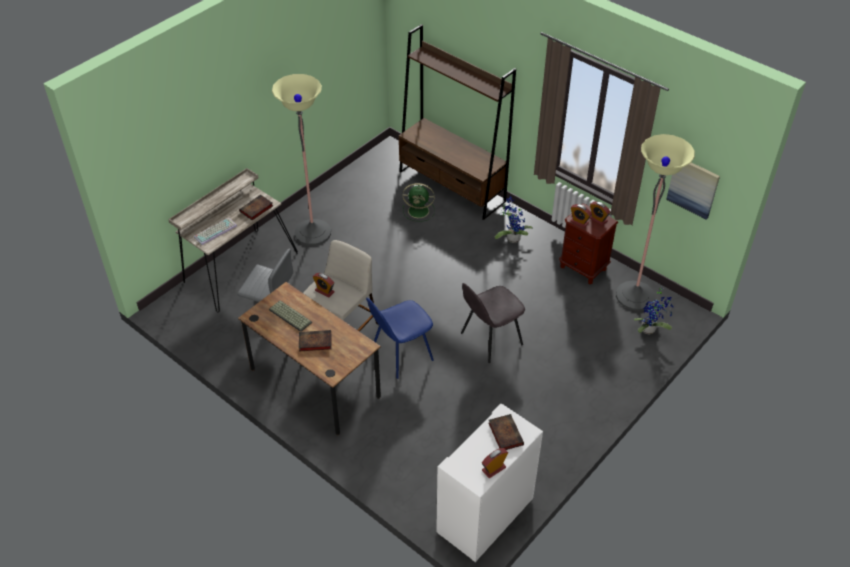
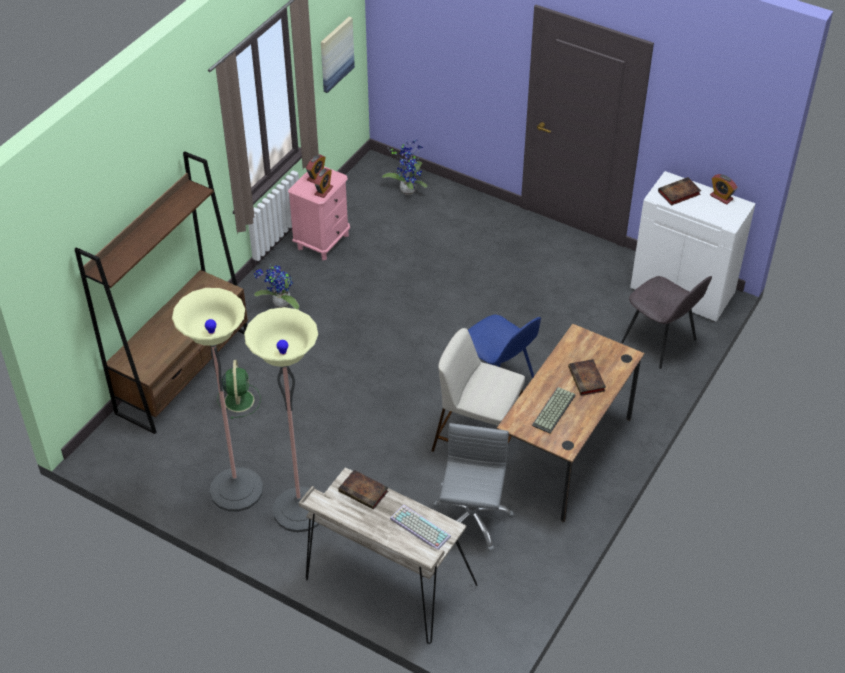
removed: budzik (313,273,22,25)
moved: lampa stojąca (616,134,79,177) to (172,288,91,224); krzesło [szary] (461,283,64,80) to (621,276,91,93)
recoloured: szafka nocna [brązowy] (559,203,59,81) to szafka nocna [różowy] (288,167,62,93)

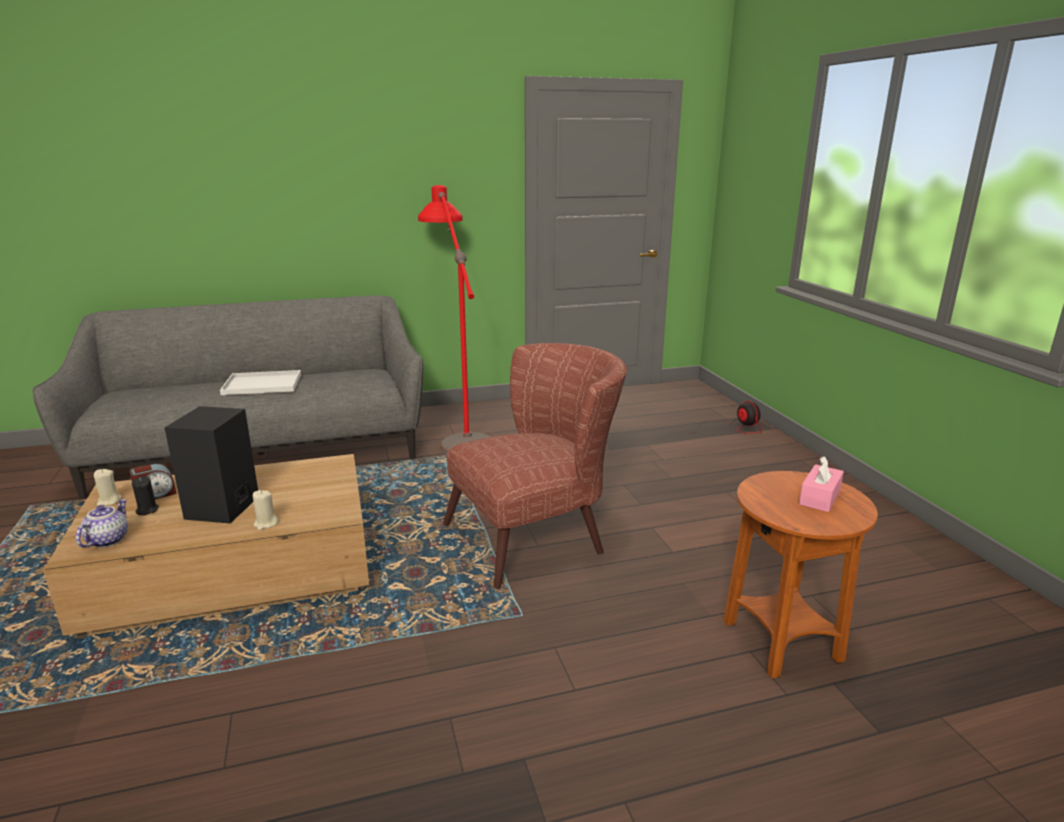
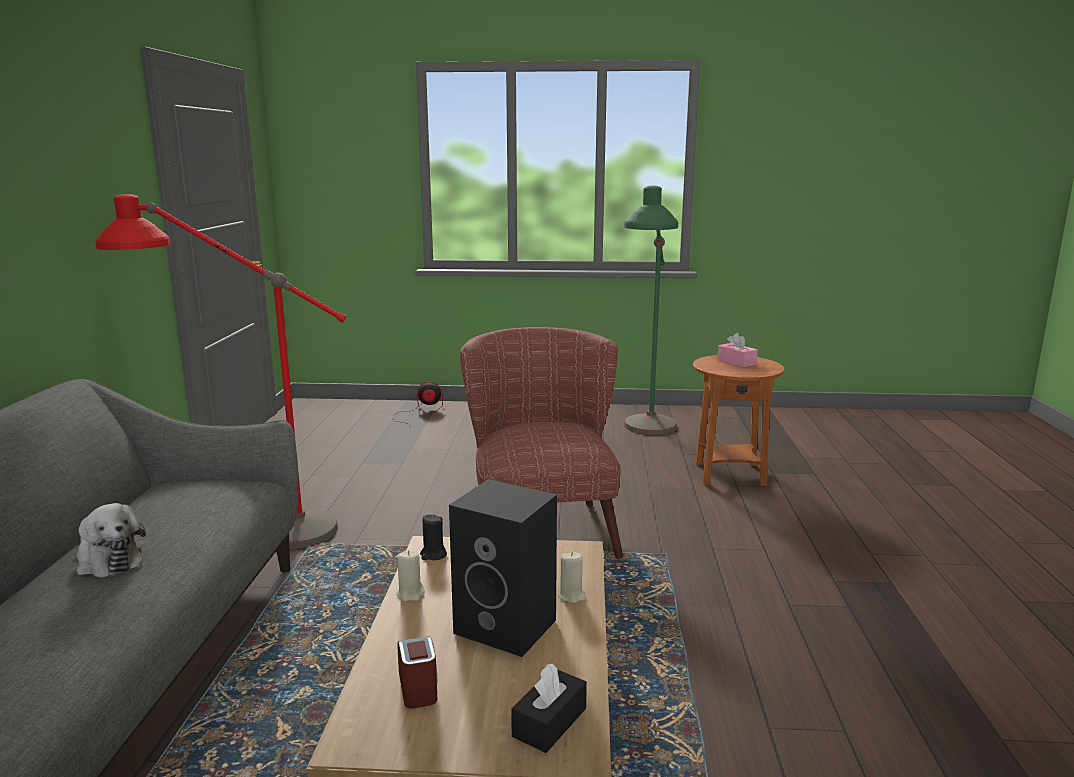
added: lampa stojąca [zielony] (624,186,54,249)
moved: świeca [beżowy] (94,469,28,37) to (396,550,29,51); świeca [czarny] (132,476,27,39) to (420,514,27,46)
replaced: taca [biały] (220,370,81,25) to pluszak (77,503,69,75); imbryk (76,499,52,49) to pudełko chusteczek [czarny] (511,663,76,90)

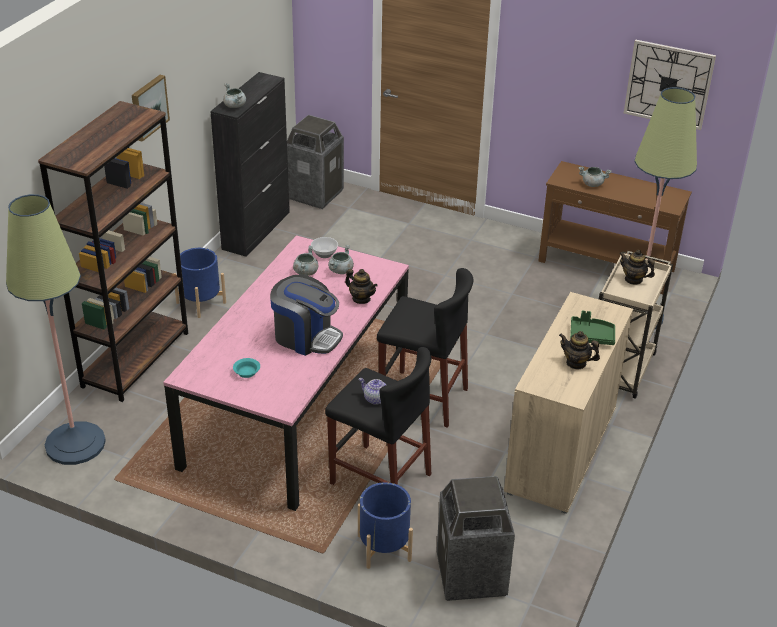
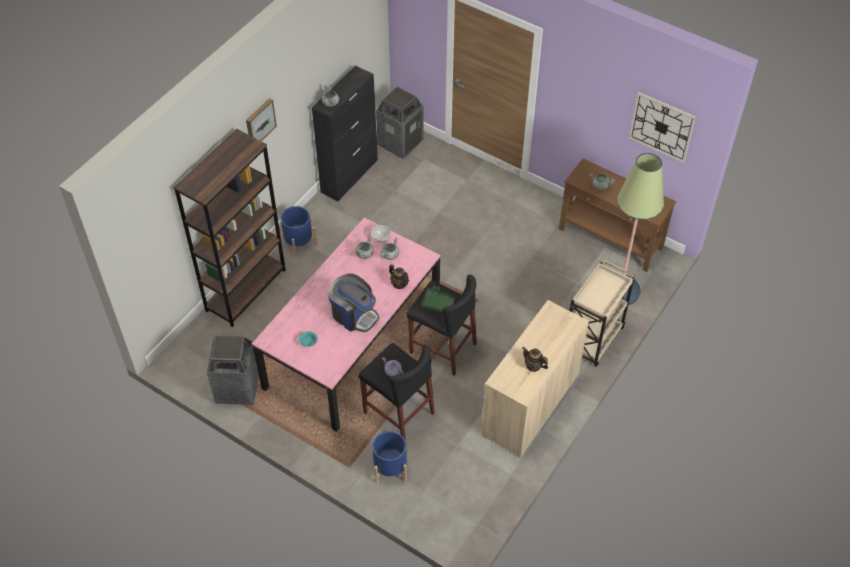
removed: lampa stojąca (6,194,100,271); imbryk (619,250,36,35)
moved: taca [zielony] (570,311,45,34) to (421,286,34,27); kosz na śmieci (437,476,78,125) to (207,335,52,70)

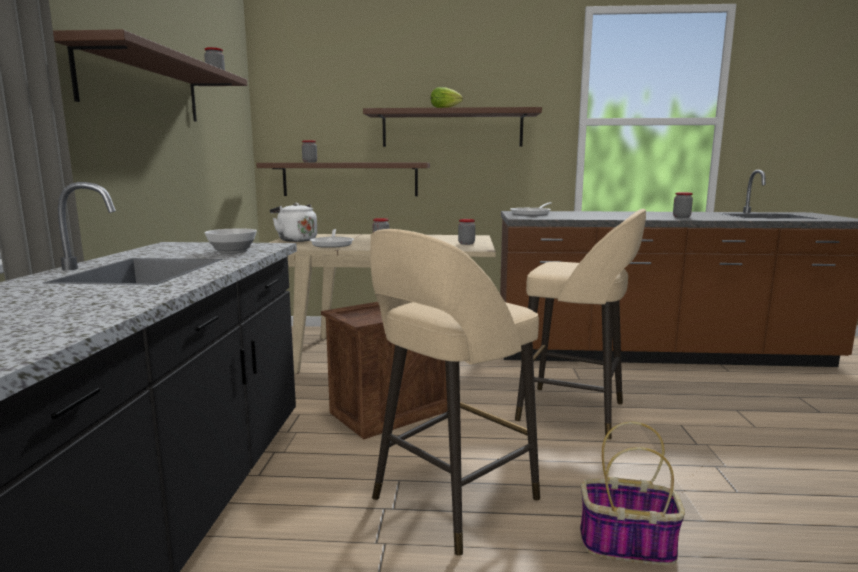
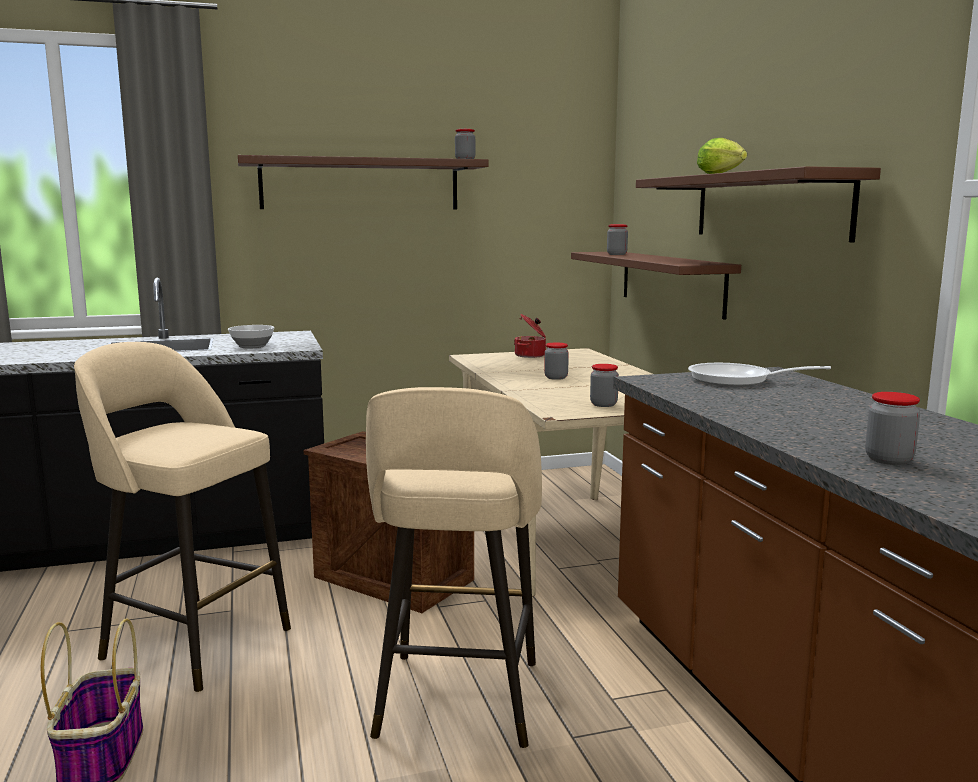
removed: patelnia (310,229,44,19)
replaced: czajnik [biały] (270,203,47,39) to garnek (514,314,32,44)

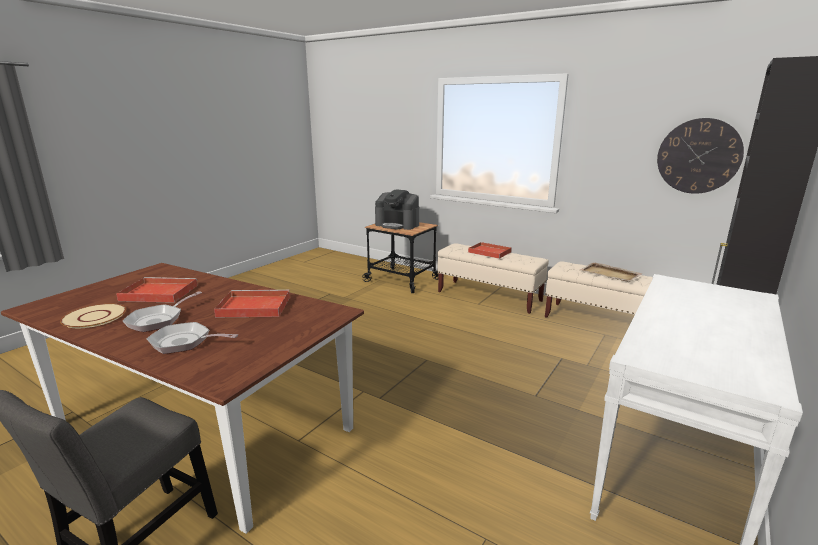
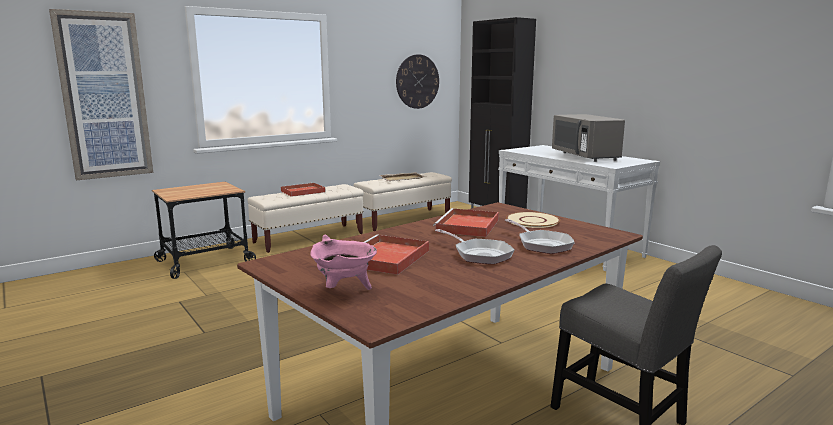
removed: ekspres do kawy (375,190,44,40)
added: obraz (49,9,104,171); mikrofalówka [szary] (552,114,73,48); garnek [różowy] (310,235,67,55)
moved: talerz [beżowy] (60,304,66,24) to (506,212,54,16)
turned: patelnia (147,322,91,32) = (505,219,70,35) 60 degrees counterclockwise

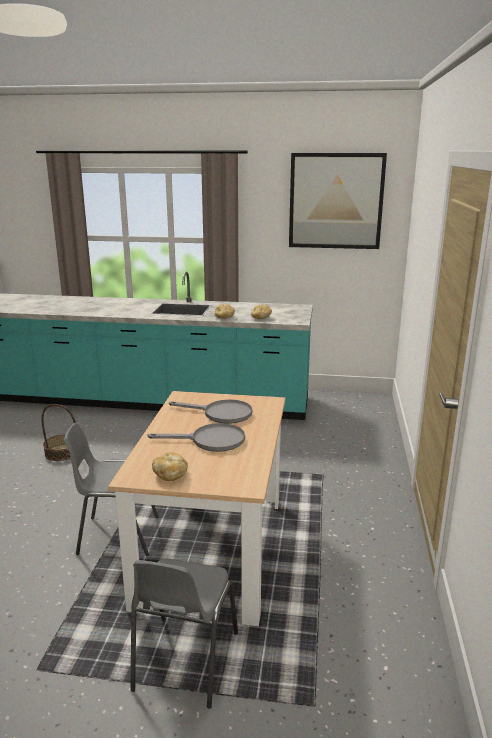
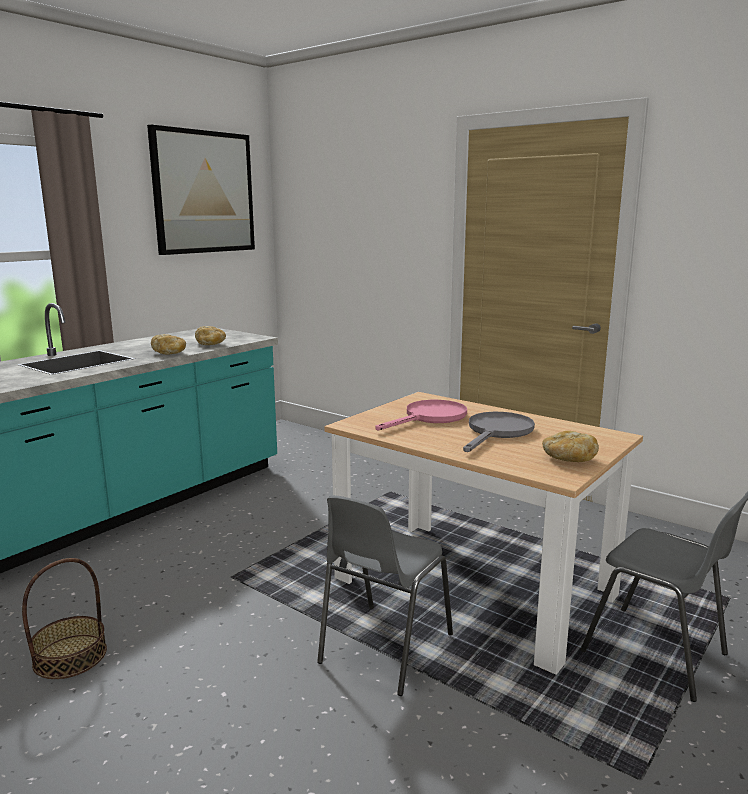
recoloured: patelnia [szary] (169,399,84,25) to patelnia [różowy] (375,400,92,31)

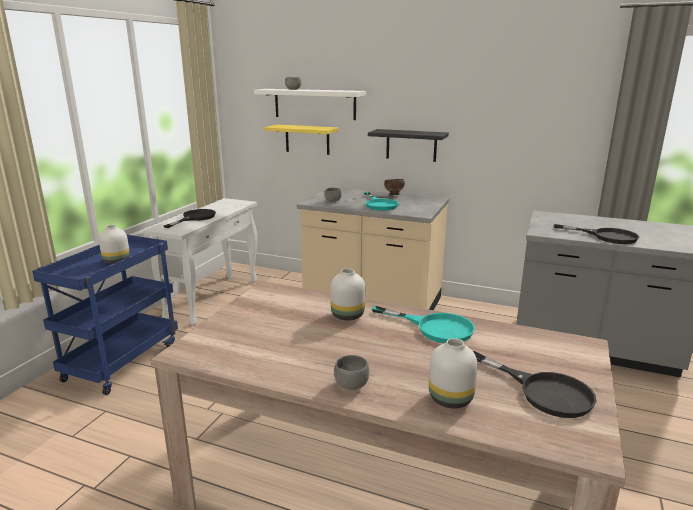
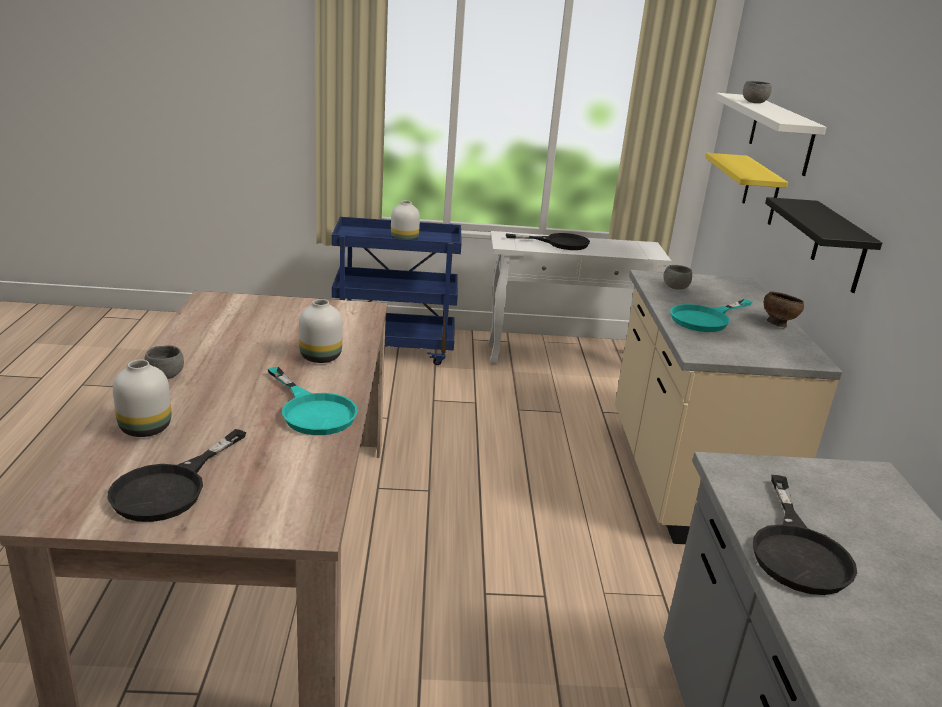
turned: patelnia [turkusowy] (372,306,103,37) = (268,367,90,68) 45 degrees counterclockwise

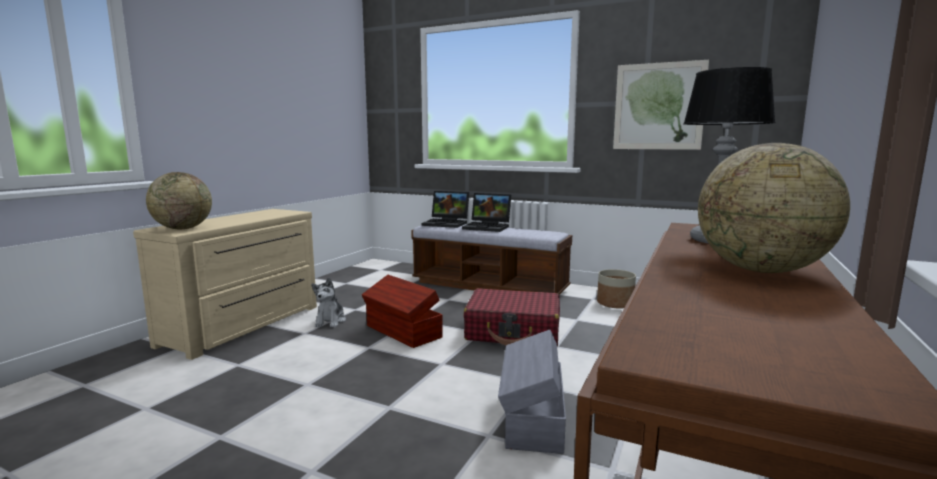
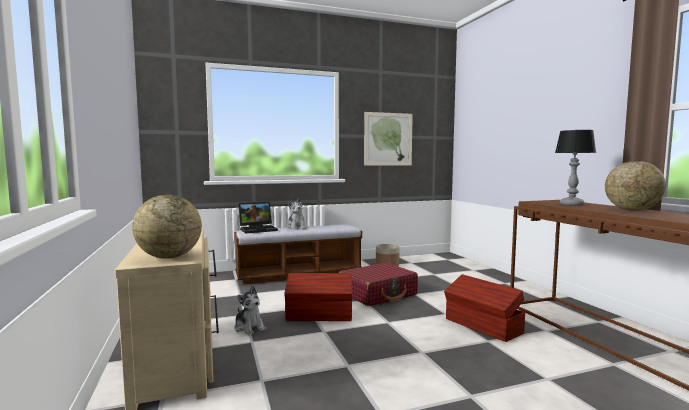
replaced: laptop (462,193,49,39) to pluszak (287,198,19,32)
recoloured: pojemnik do przechowywania [szary] (498,330,68,124) to pojemnik do przechowywania [brązowy] (444,274,81,68)

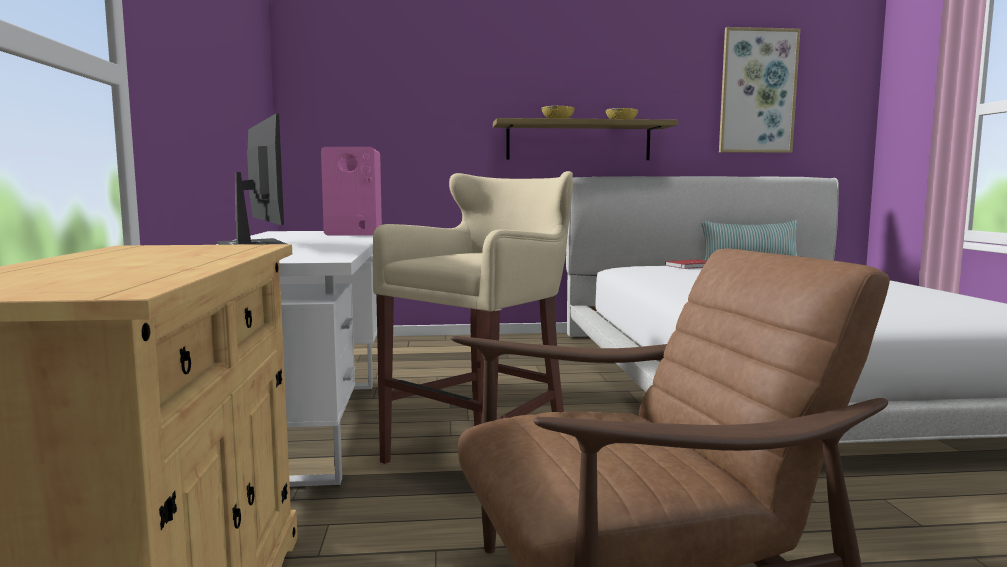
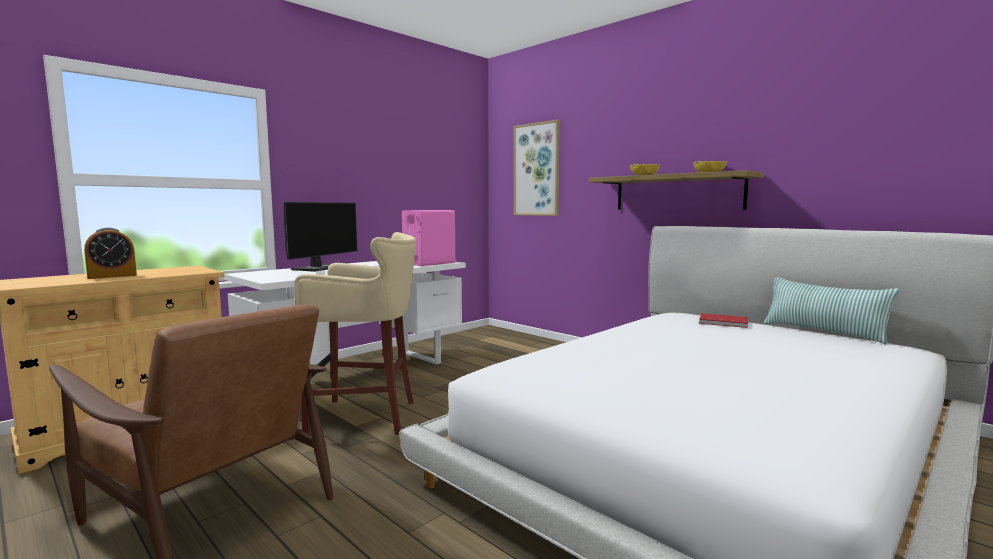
added: budzik (84,227,53,52)
moved: obraz (719,27,81,126) to (514,120,46,96)

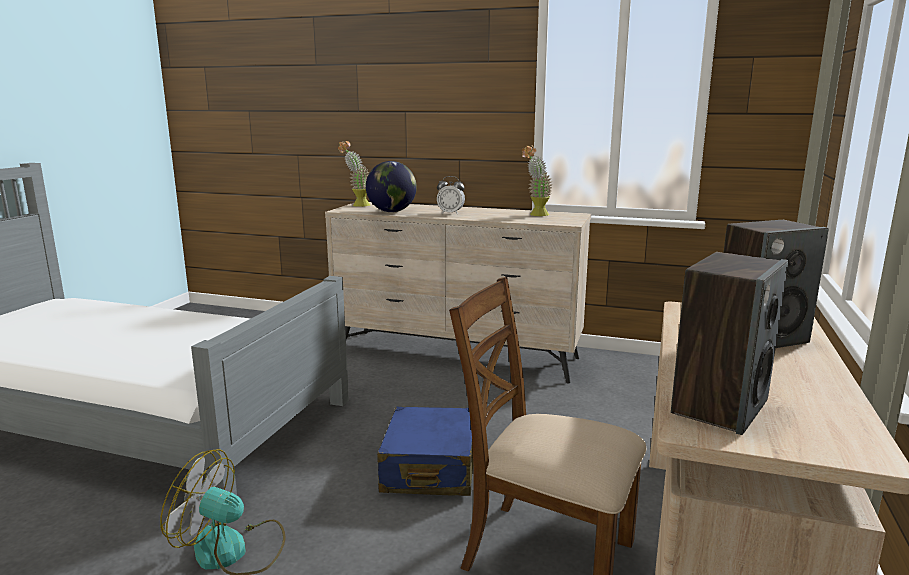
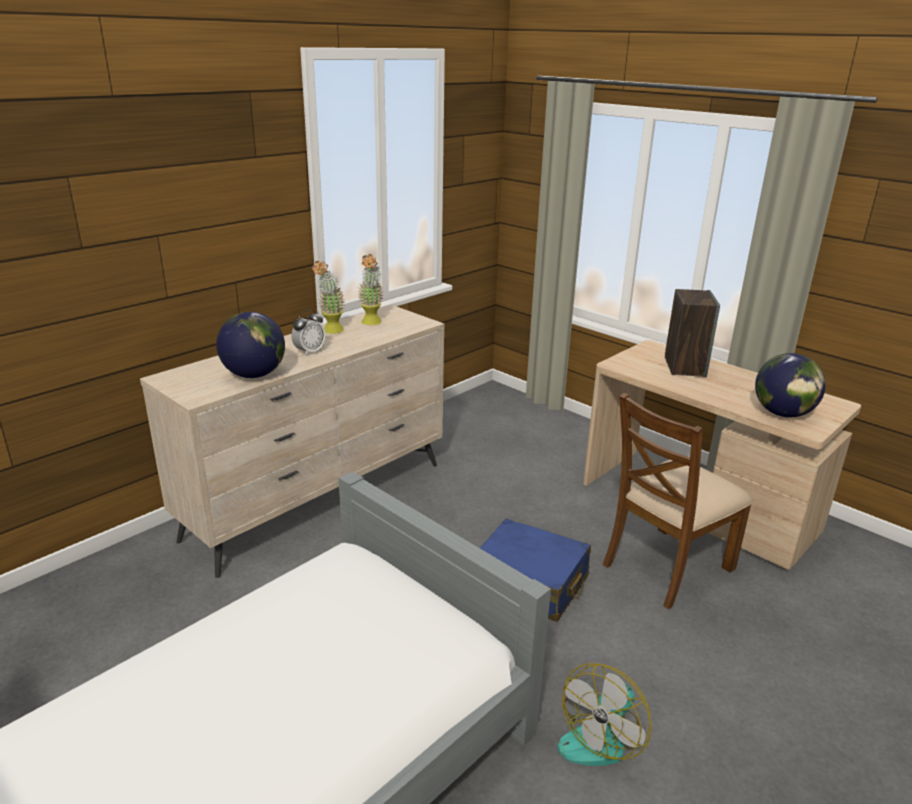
moved: roślina doniczkowa (338,141,32,66) to (311,260,34,74)
replaced: głośnik (671,252,117,183) to globus (755,353,71,64)

